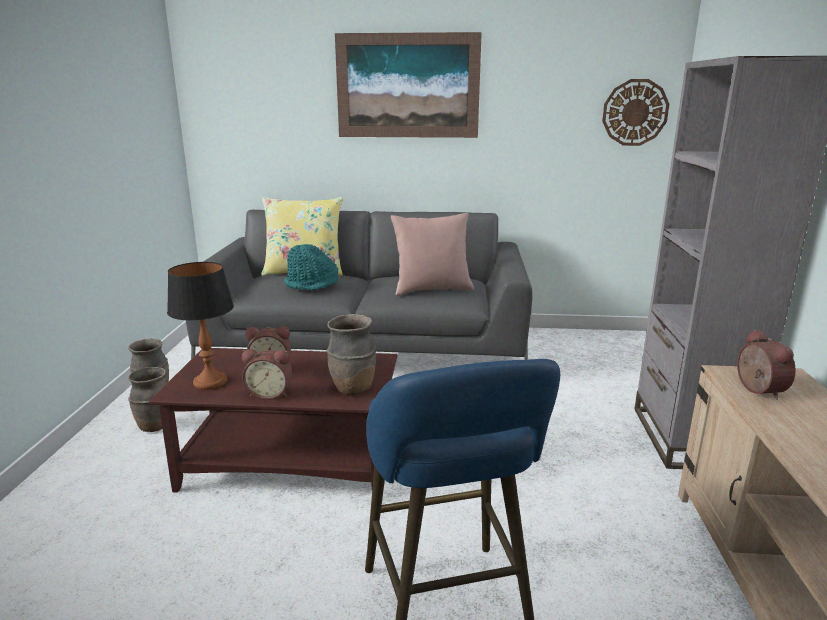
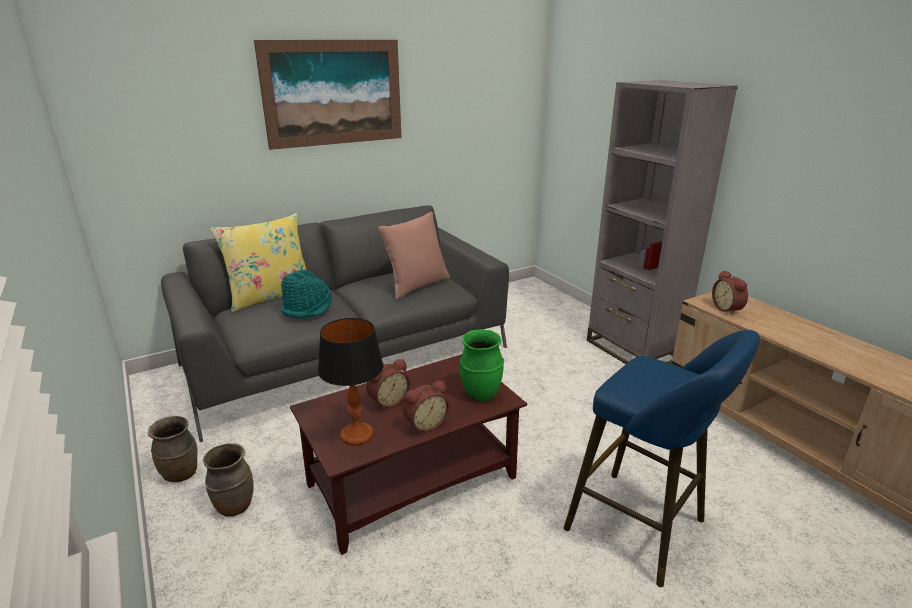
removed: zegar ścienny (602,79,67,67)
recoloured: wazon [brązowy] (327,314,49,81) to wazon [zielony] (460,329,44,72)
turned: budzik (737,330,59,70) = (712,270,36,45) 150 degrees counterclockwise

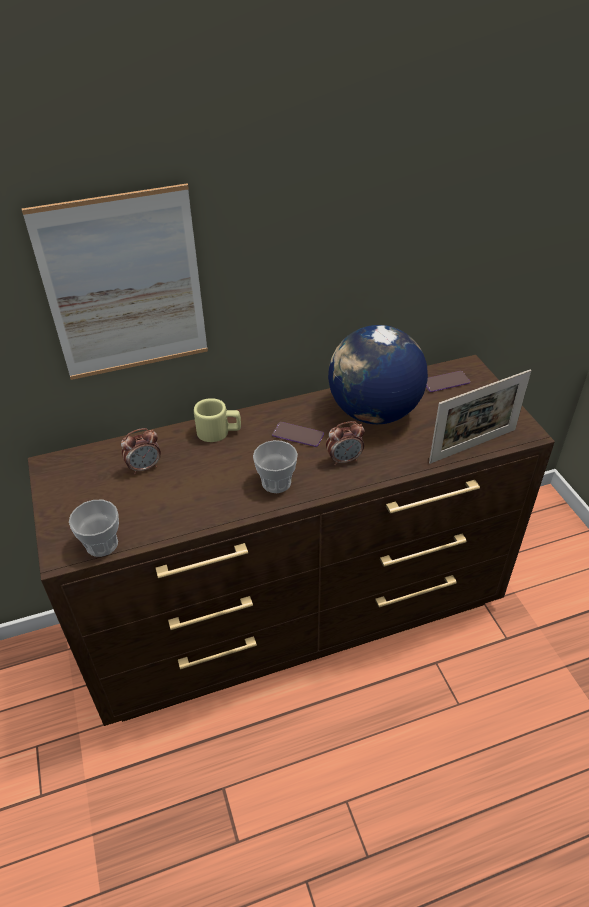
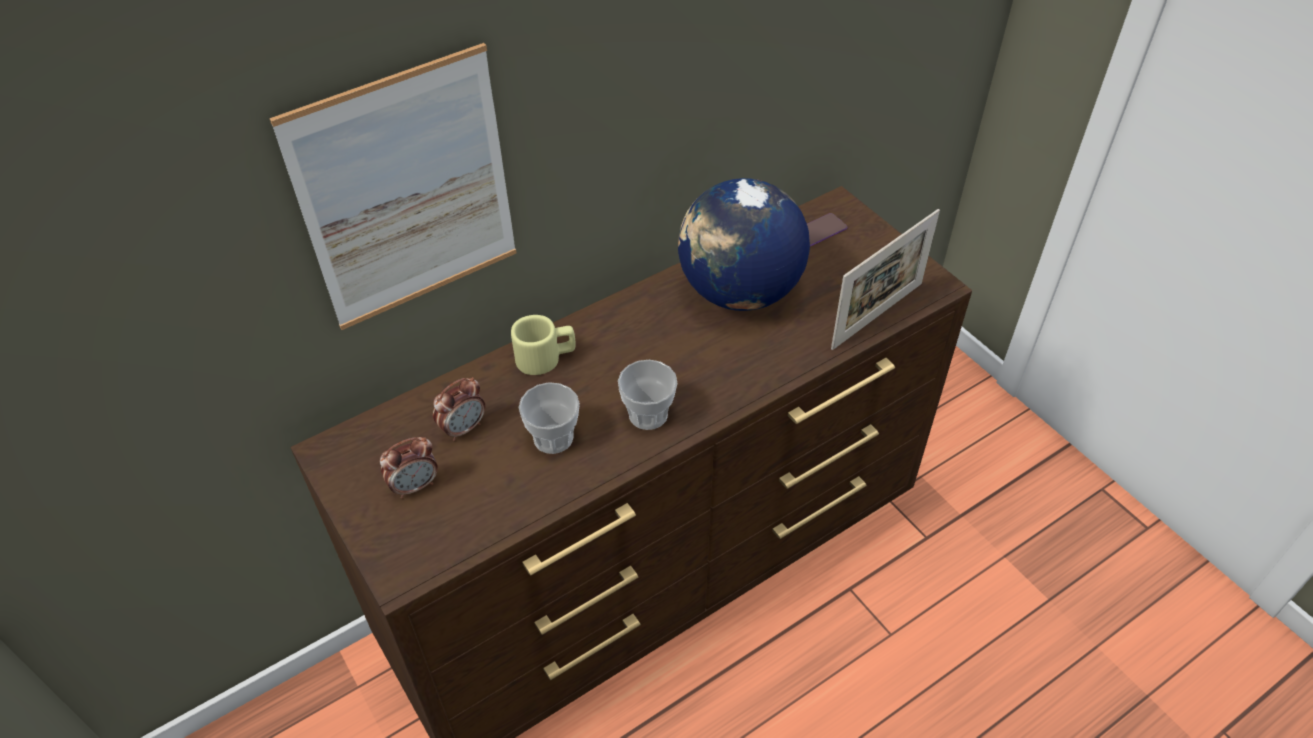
removed: telefon (272,422,52,25)
moved: budzik (326,421,38,45) to (380,437,58,61); filiżanka (69,500,50,57) to (518,382,62,72)

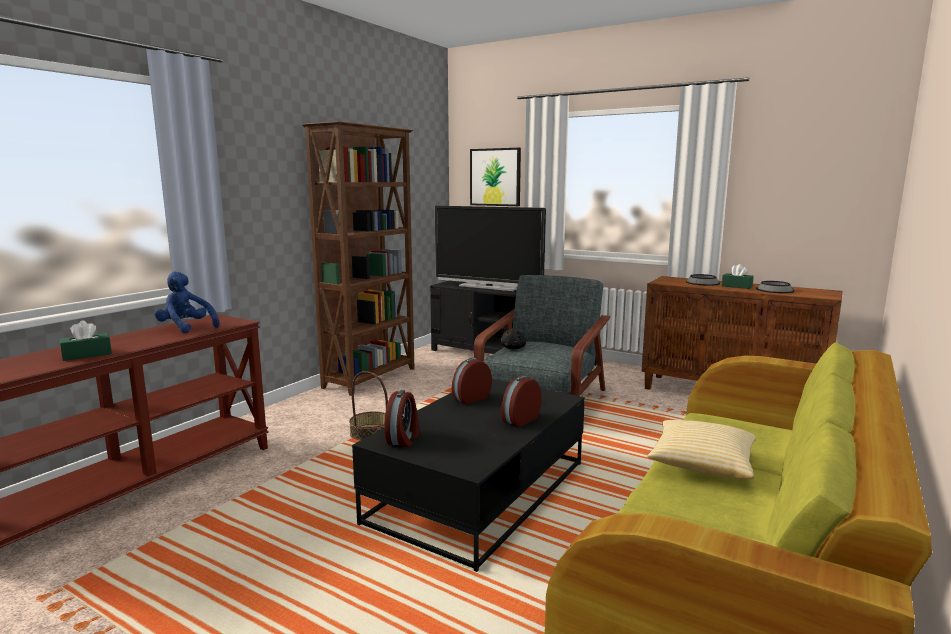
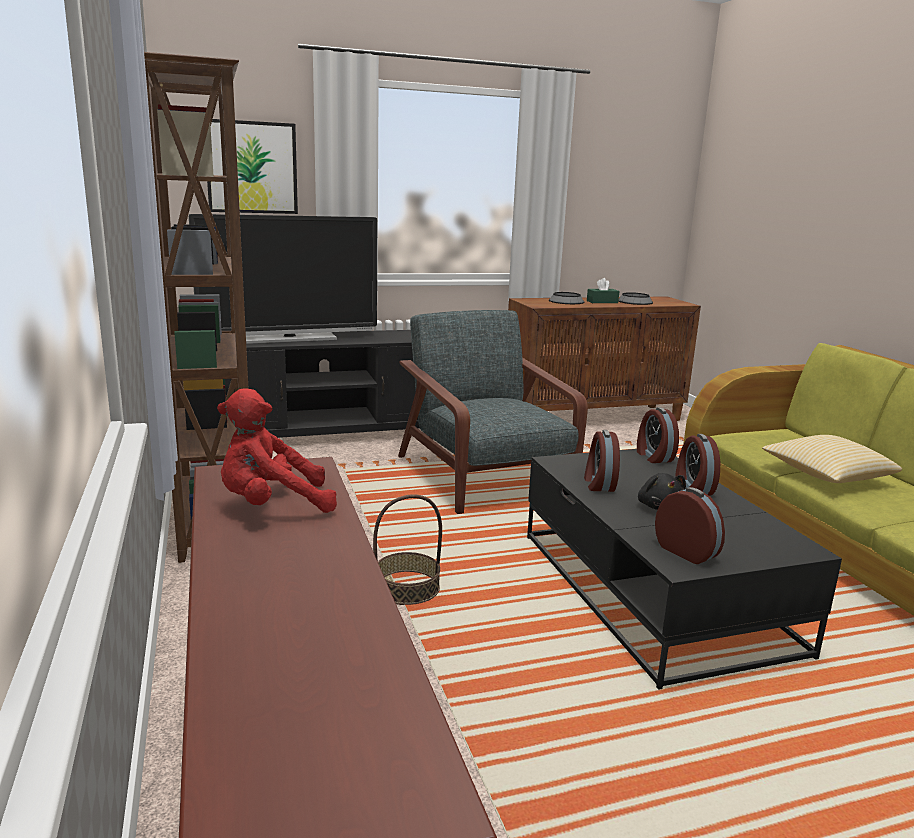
removed: pudełko chusteczek [zielony] (60,321,52,40)
added: budzik (637,407,42,56)
moved: pluszak [czarny] (501,327,25,22) to (638,473,48,37)
recoloured: pluszak [niebieski] (154,272,65,61) to pluszak [czerwony] (217,388,120,125)

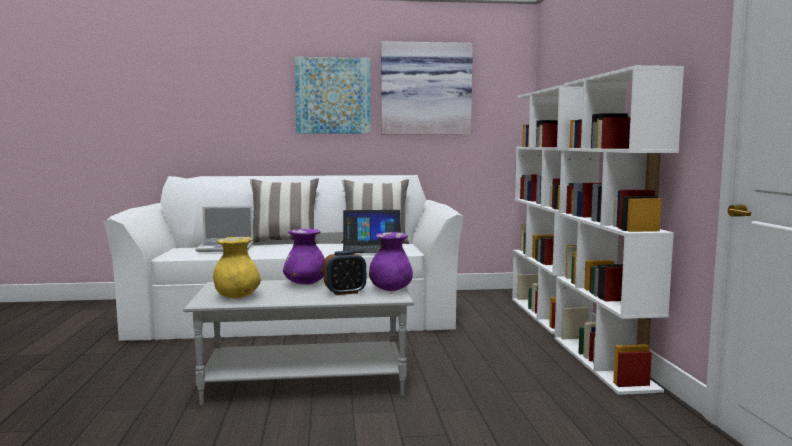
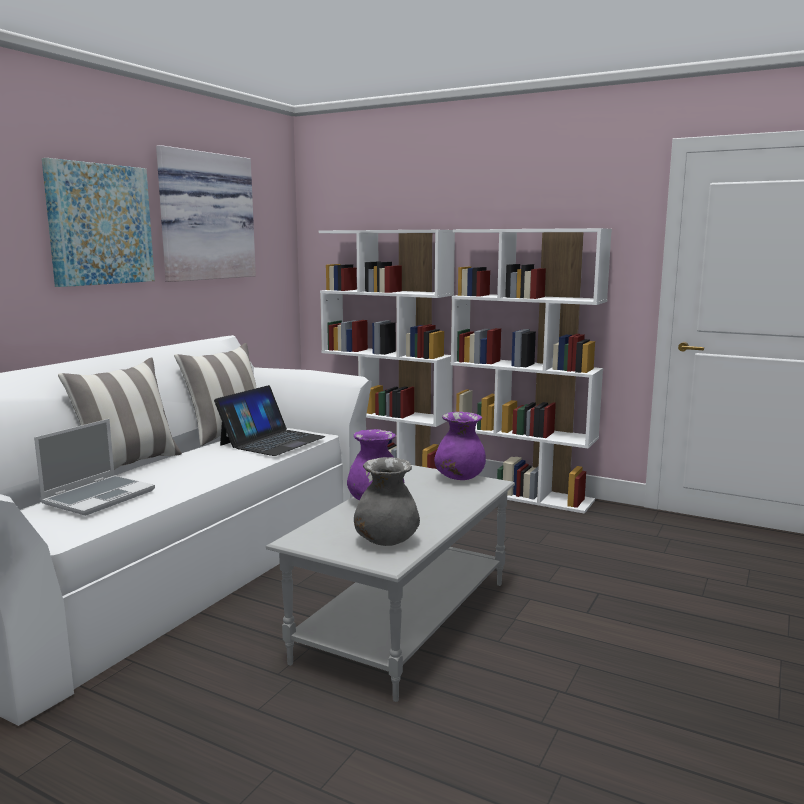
removed: budzik (323,251,43,44)
recoloured: wazon [żółty] (213,237,48,61) to wazon [szary] (354,457,66,89)

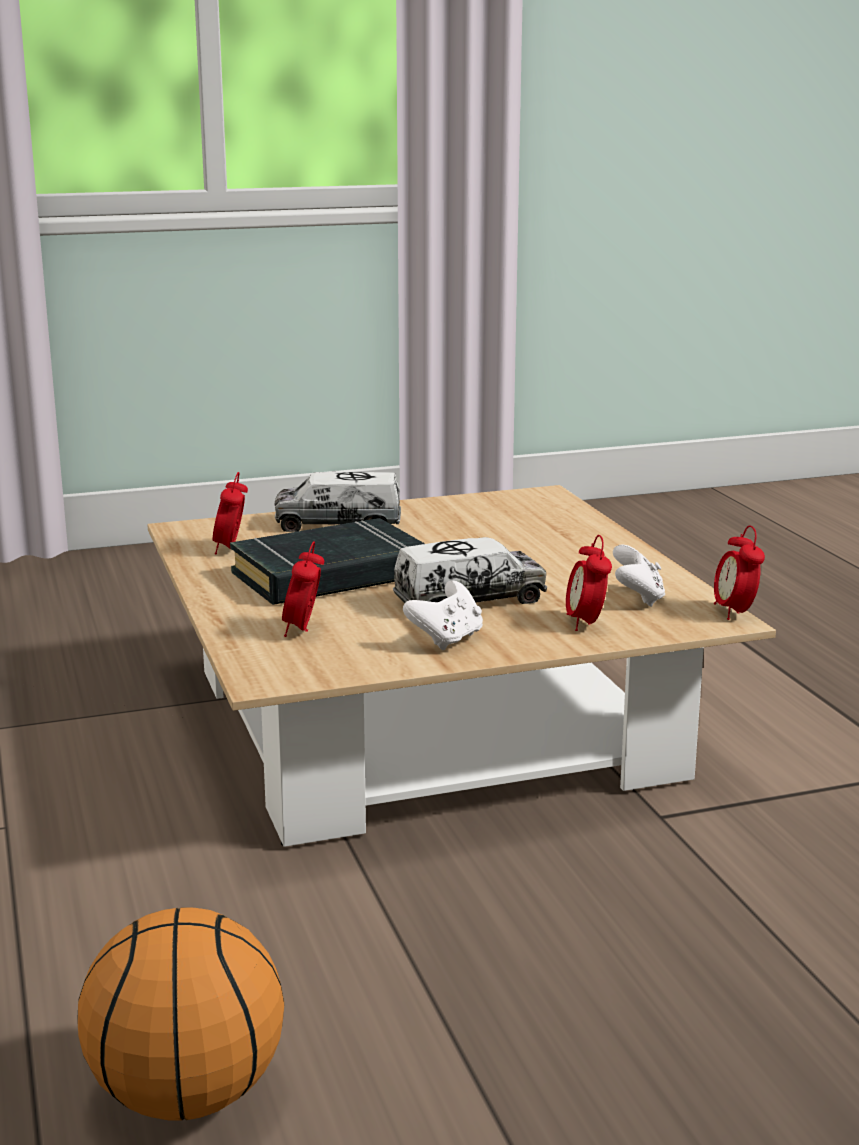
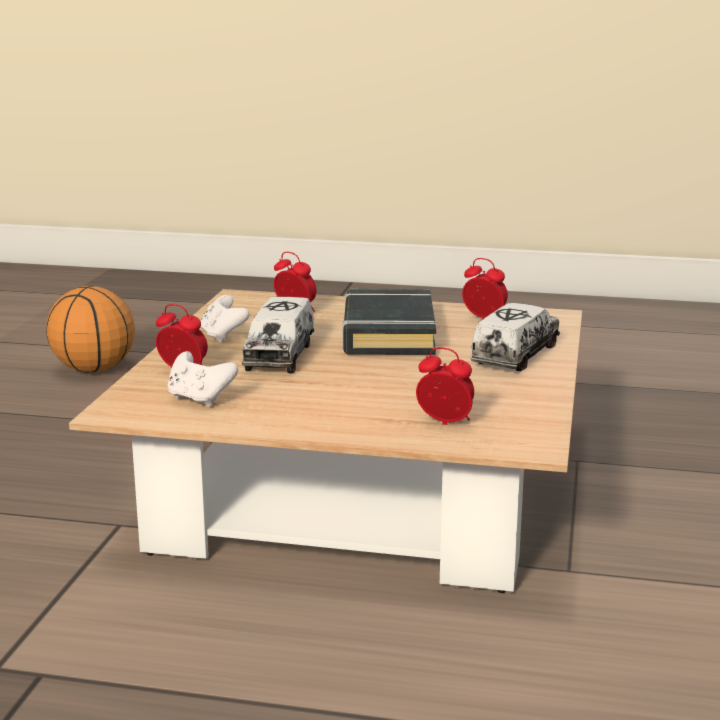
moved: budzik (714,525,51,95) to (416,347,58,78)

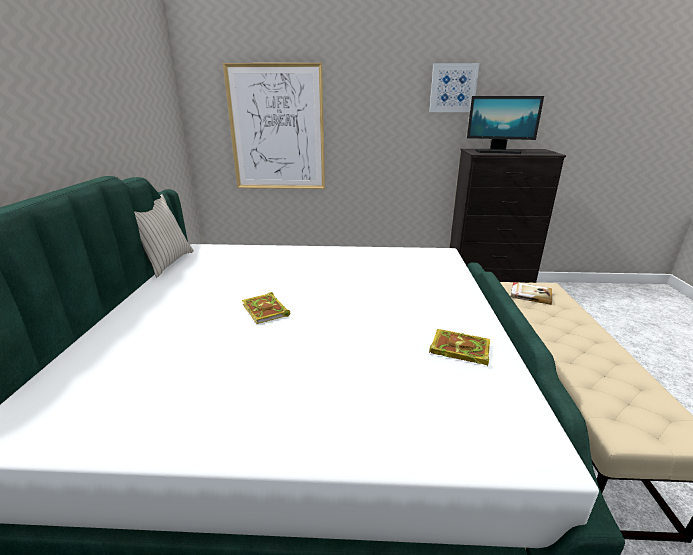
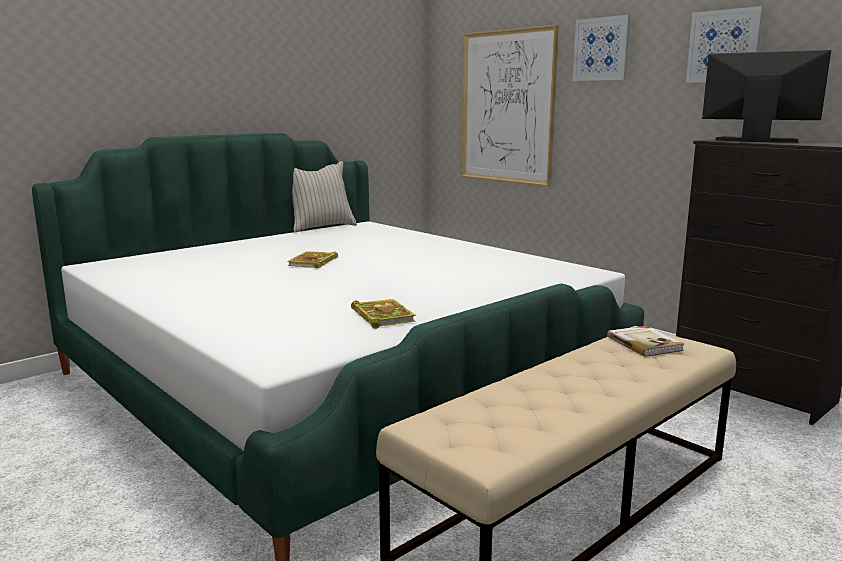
added: obraz (573,15,58,66)
turned: monitor (467,96,77,58) = (702,50,129,93) 150 degrees clockwise

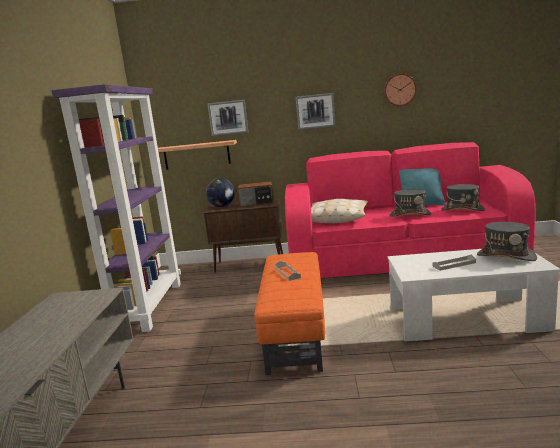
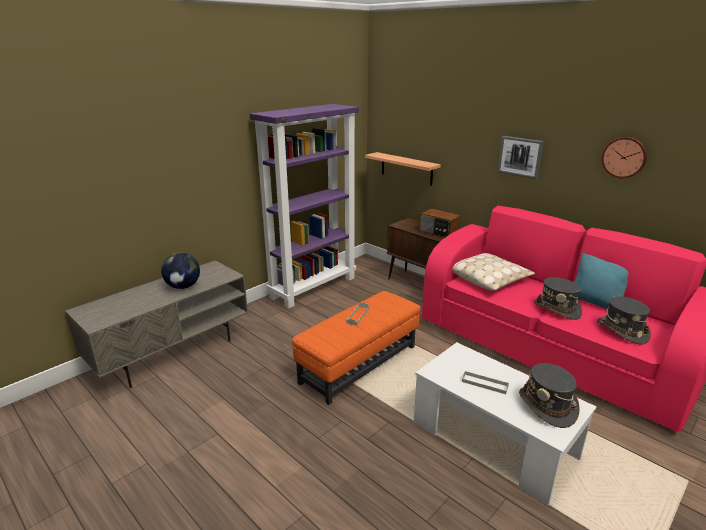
removed: obraz (207,100,41,36)
moved: globus (206,178,29,29) to (161,252,39,37)

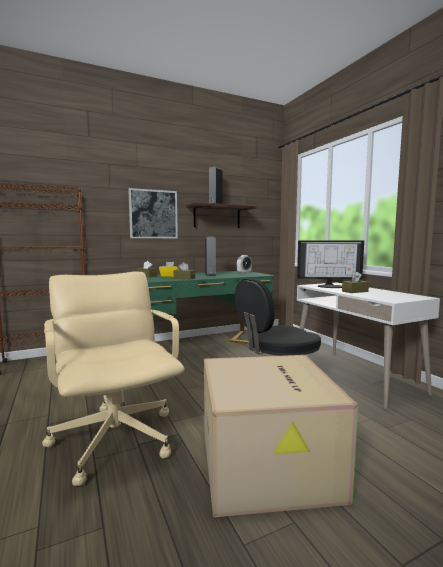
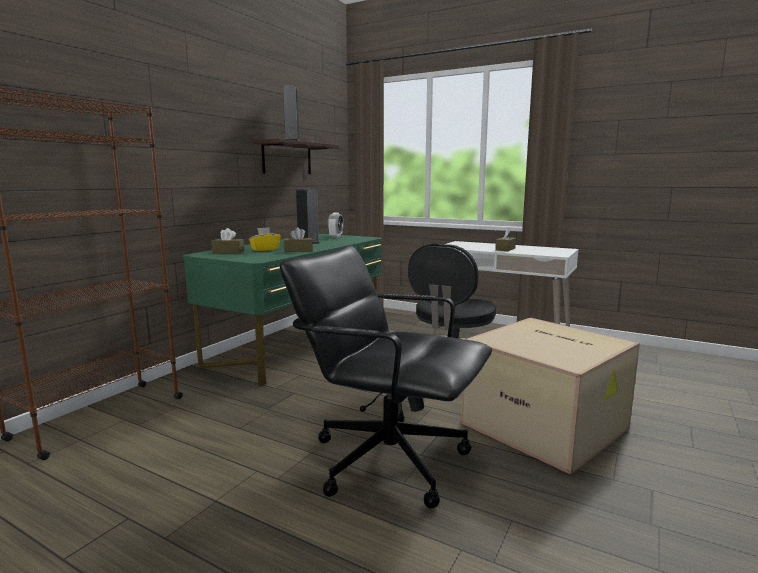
removed: obraz (128,188,50,50); monitor (297,240,67,48)
recoloured: krzesło biurowe [beżowy] (42,272,143,214) to krzesło biurowe [czarny] (280,245,212,264)

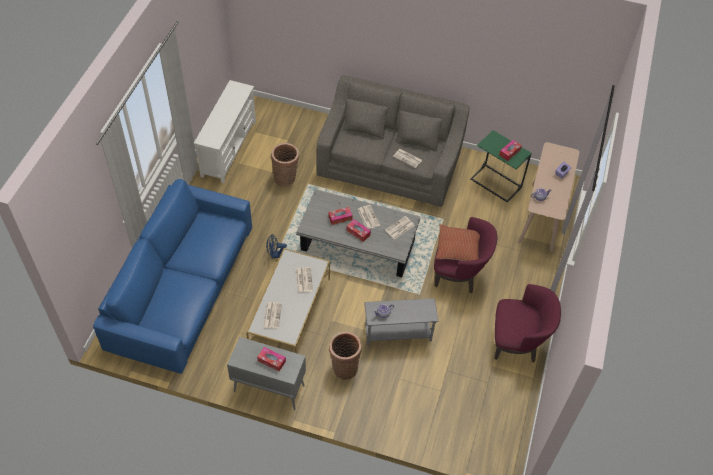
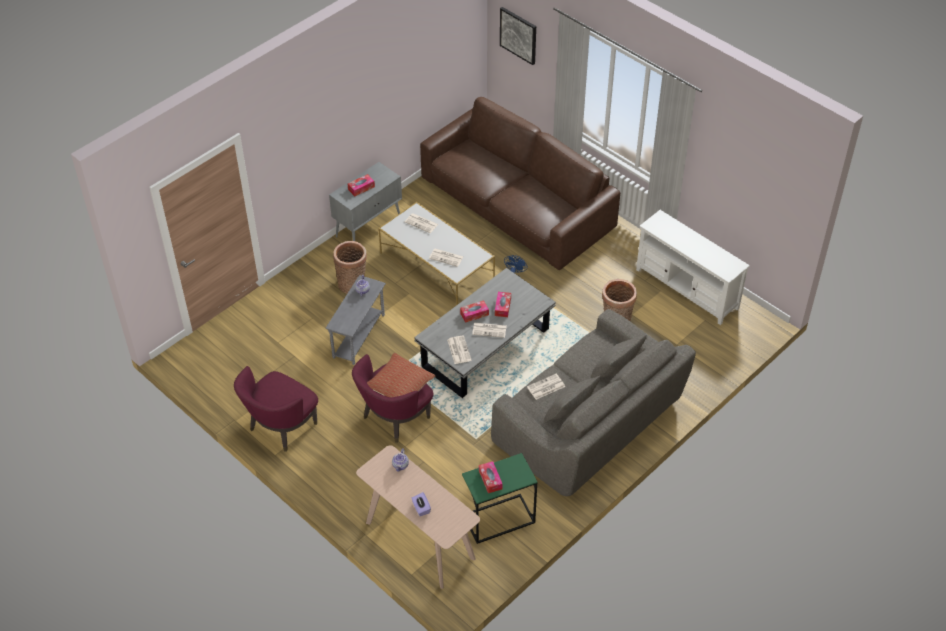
added: obraz (500,7,36,58)
recoloured: kanapa [niebieski] (93,179,159,195) to kanapa [brązowy] (420,97,200,173)

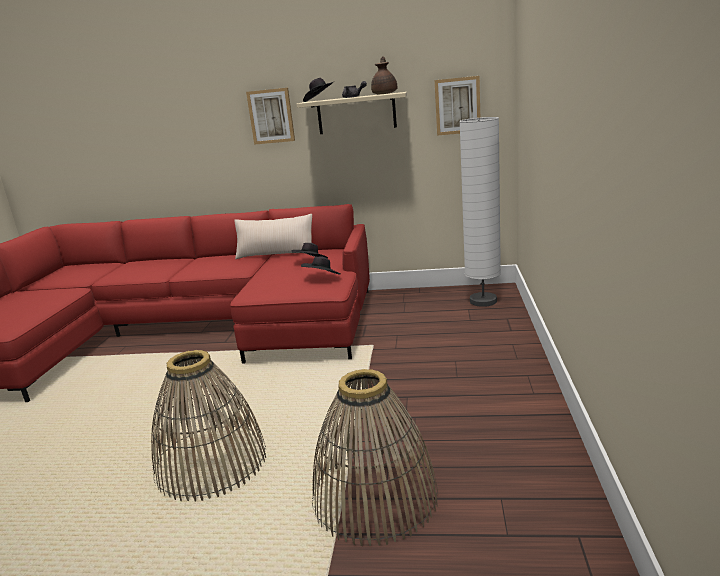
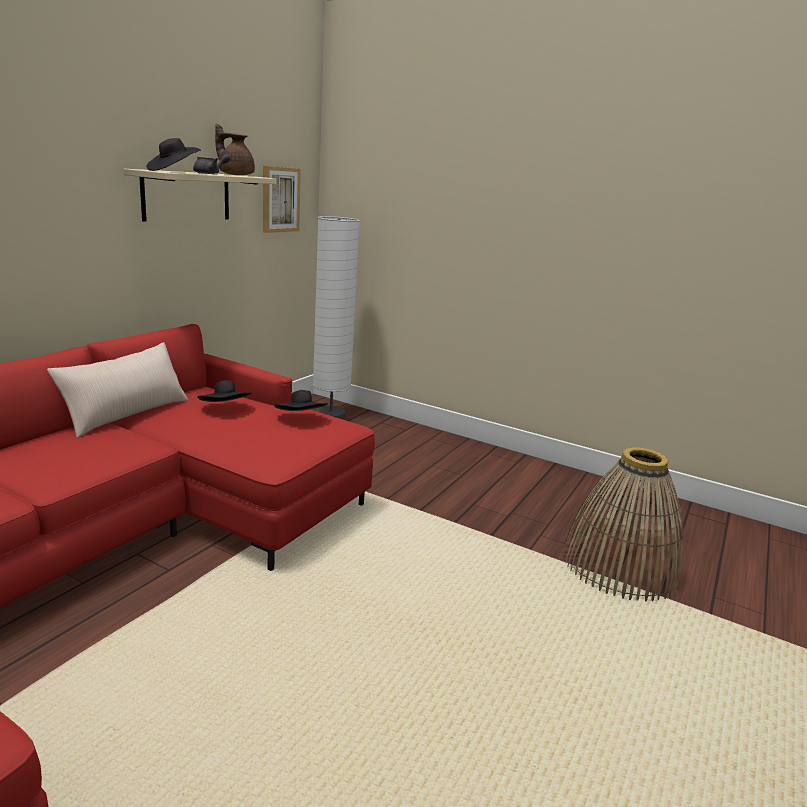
removed: obraz (246,88,49,57); koszyk (151,350,115,151)

